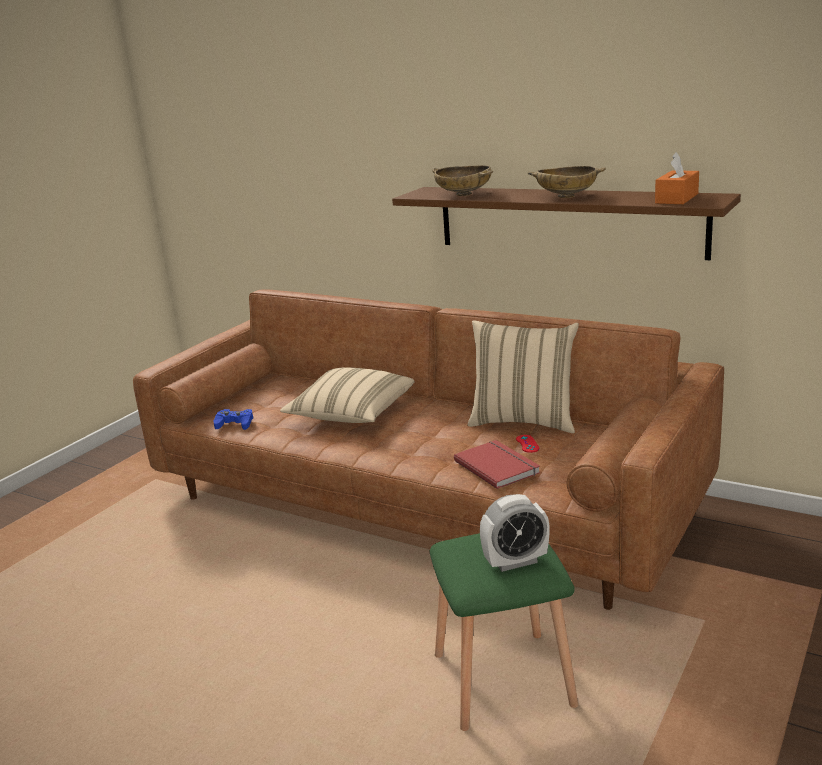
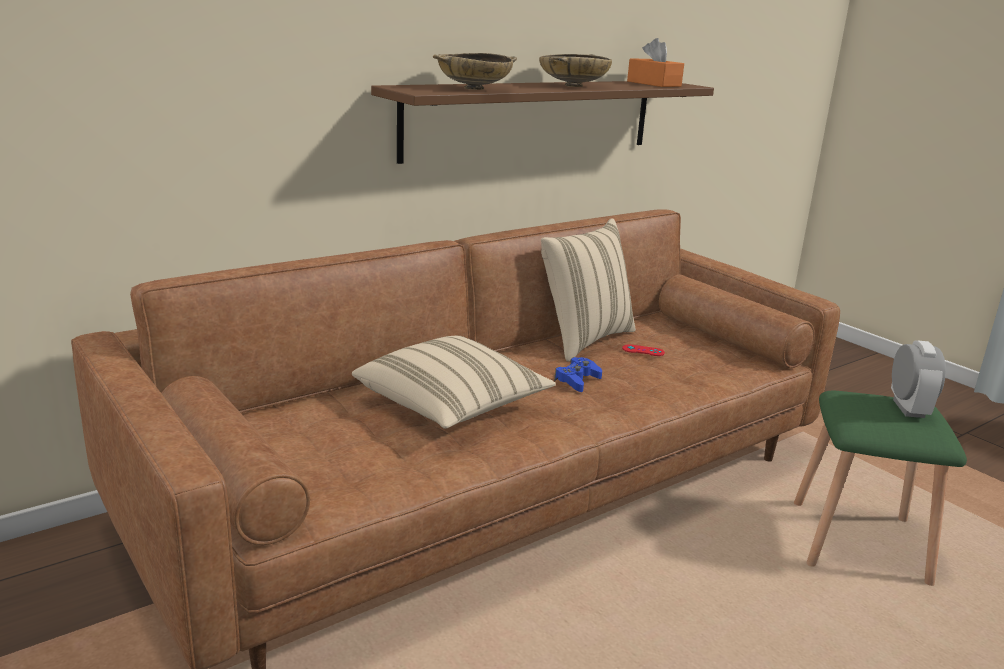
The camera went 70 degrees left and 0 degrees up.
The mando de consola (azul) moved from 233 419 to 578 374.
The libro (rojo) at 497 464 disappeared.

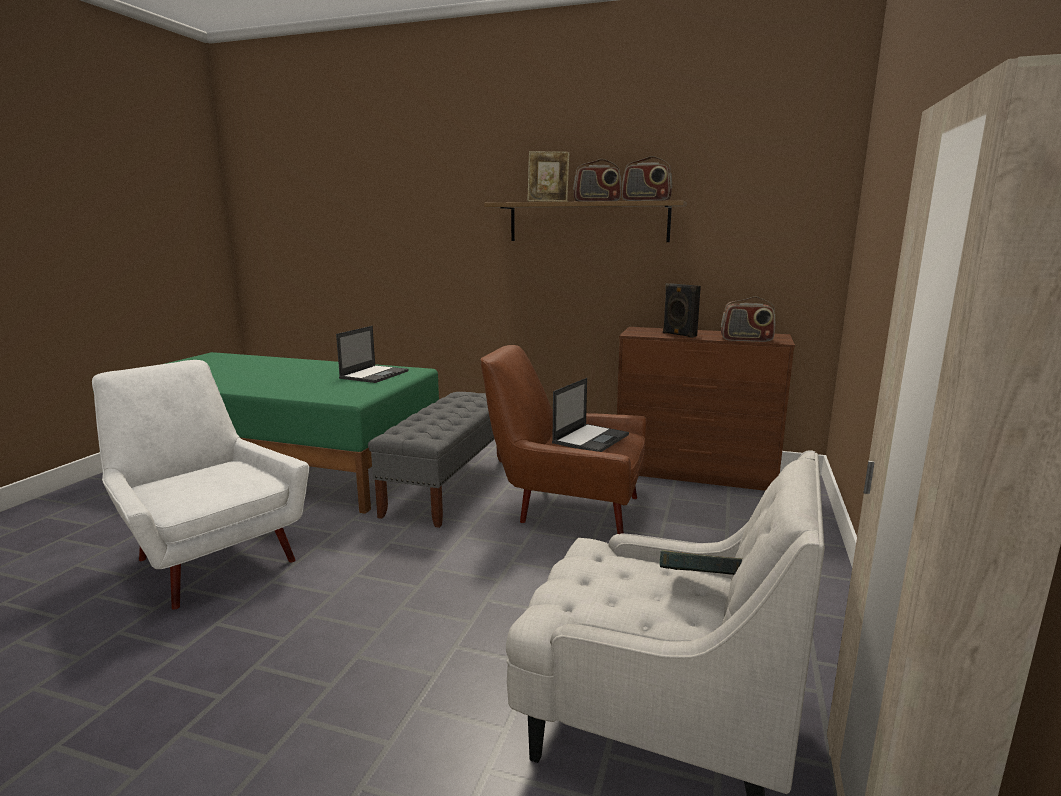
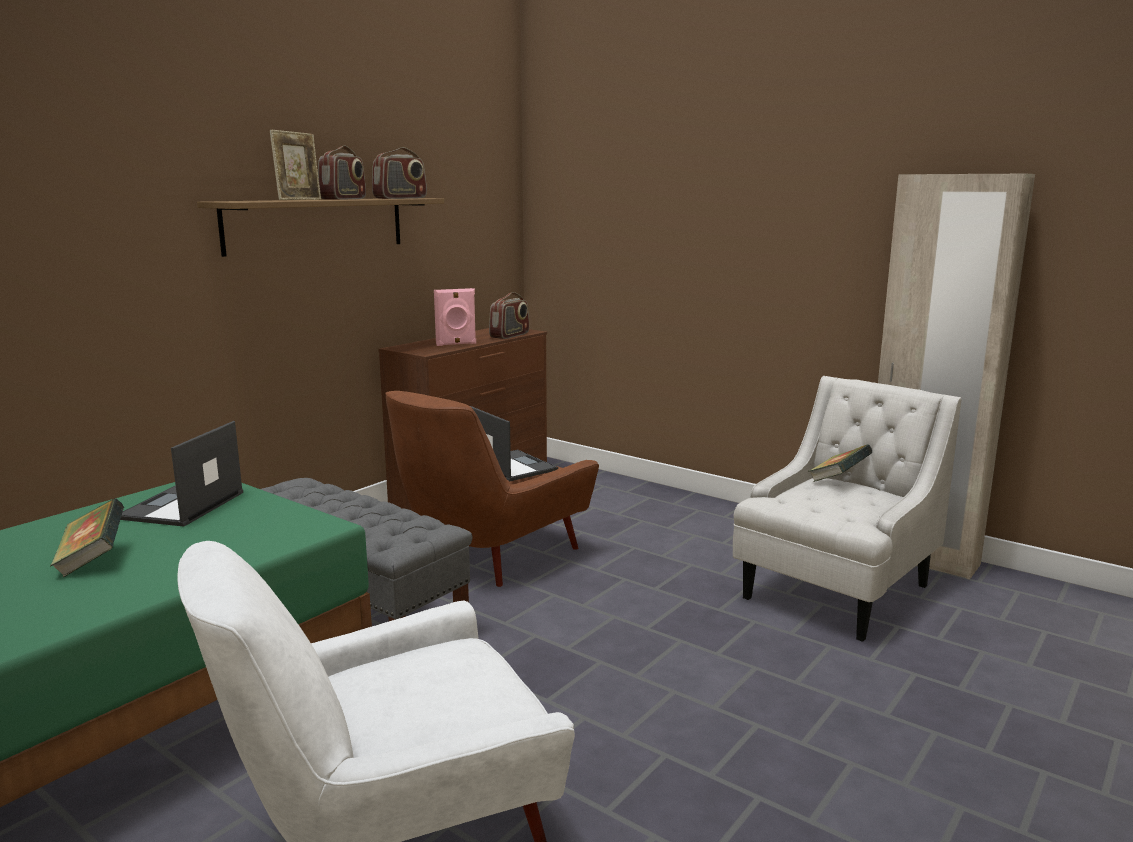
The camera went 70 degrees left and 0 degrees up.
The portátil at 372 354 turned 120 degrees counterclockwise.
The altavoz (negro) at 682 310 became the altavoz (rosa) at 455 317.
The libro at 87 538 appeared.

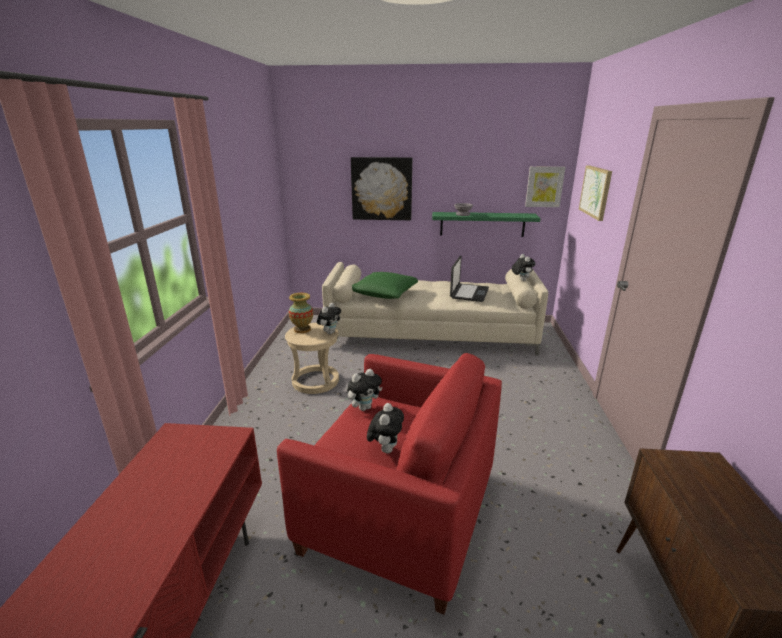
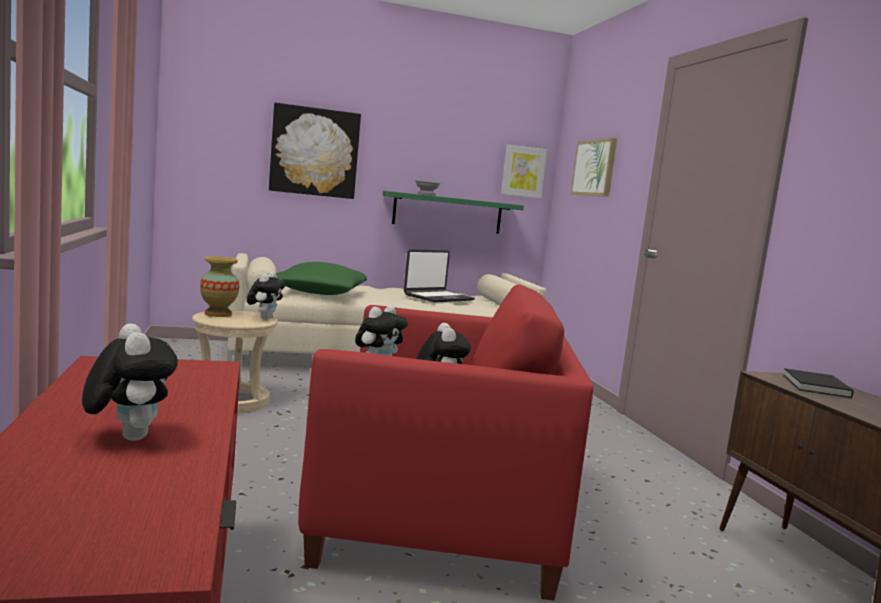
The camera went 20 degrees left and 15 degrees down.
The portátil at 469 279 turned 45 degrees clockwise.
The peluche moved from 523 267 to 130 382.
The libro (negro) at 818 383 appeared.

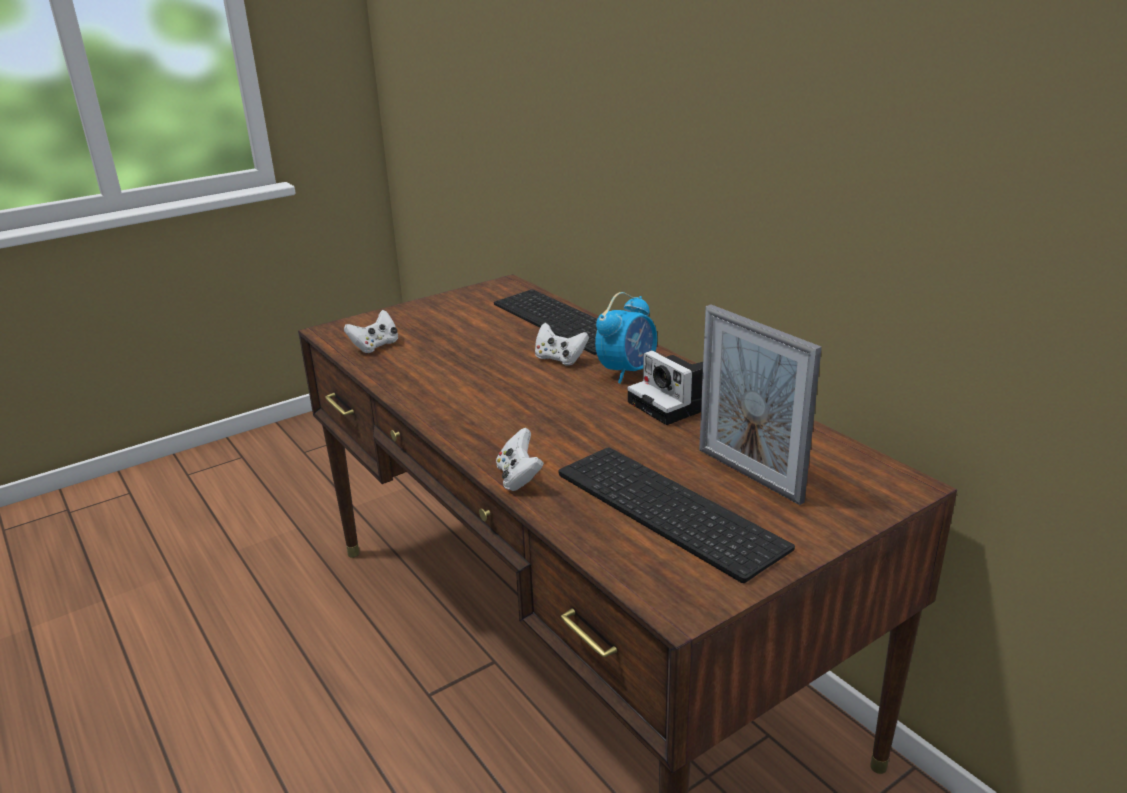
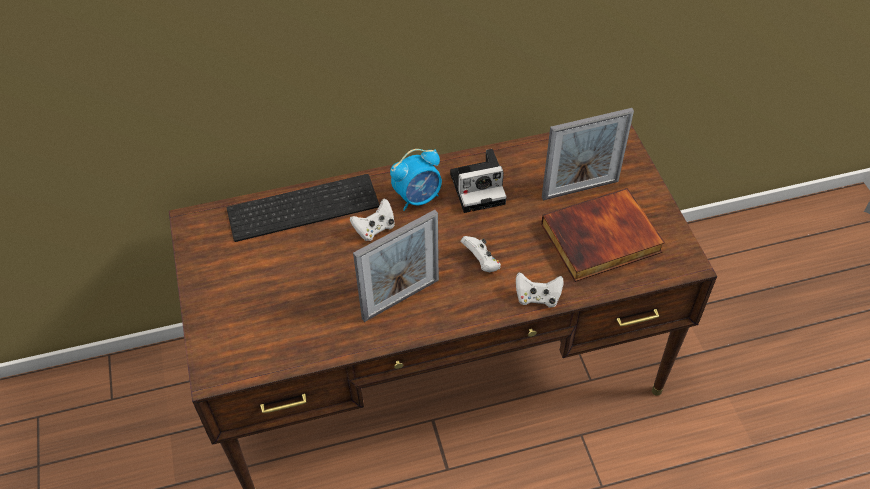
The camera went 70 degrees left and 25 degrees up.
The mando de consola (blanco) moved from 371 331 to 481 254.
The teclado at 676 515 was replaced by the libro at 603 235.
The despertador at 626 337 turned 90 degrees clockwise.
The portarretratos at 396 266 appeared.

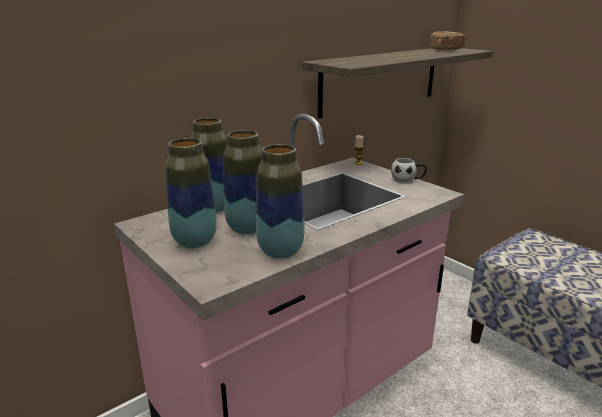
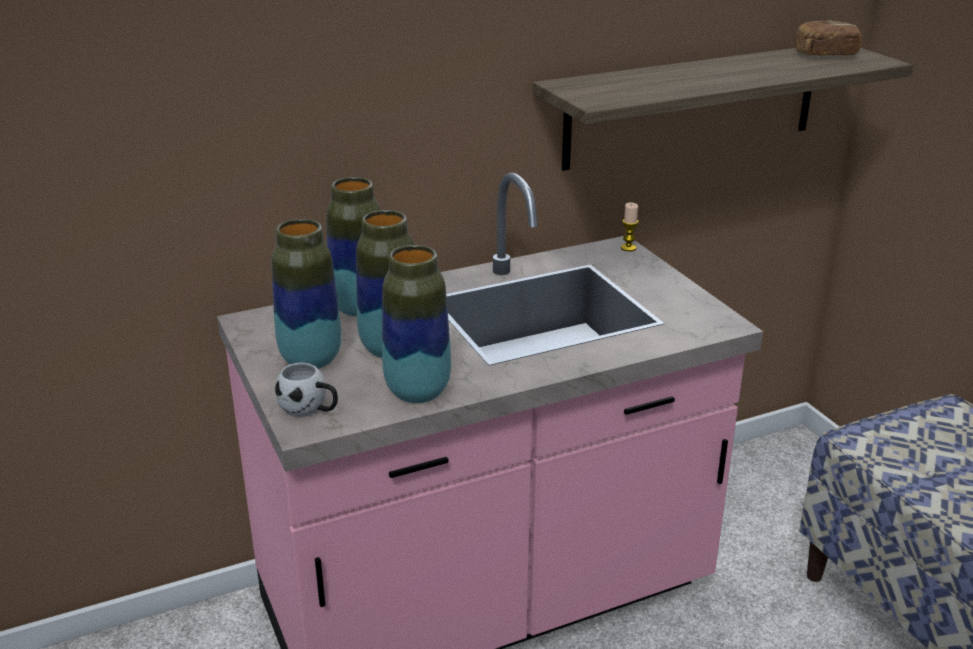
The camera went 15 degrees right and 5 degrees up.
The taza grande (blanco) moved from 409 170 to 306 390.

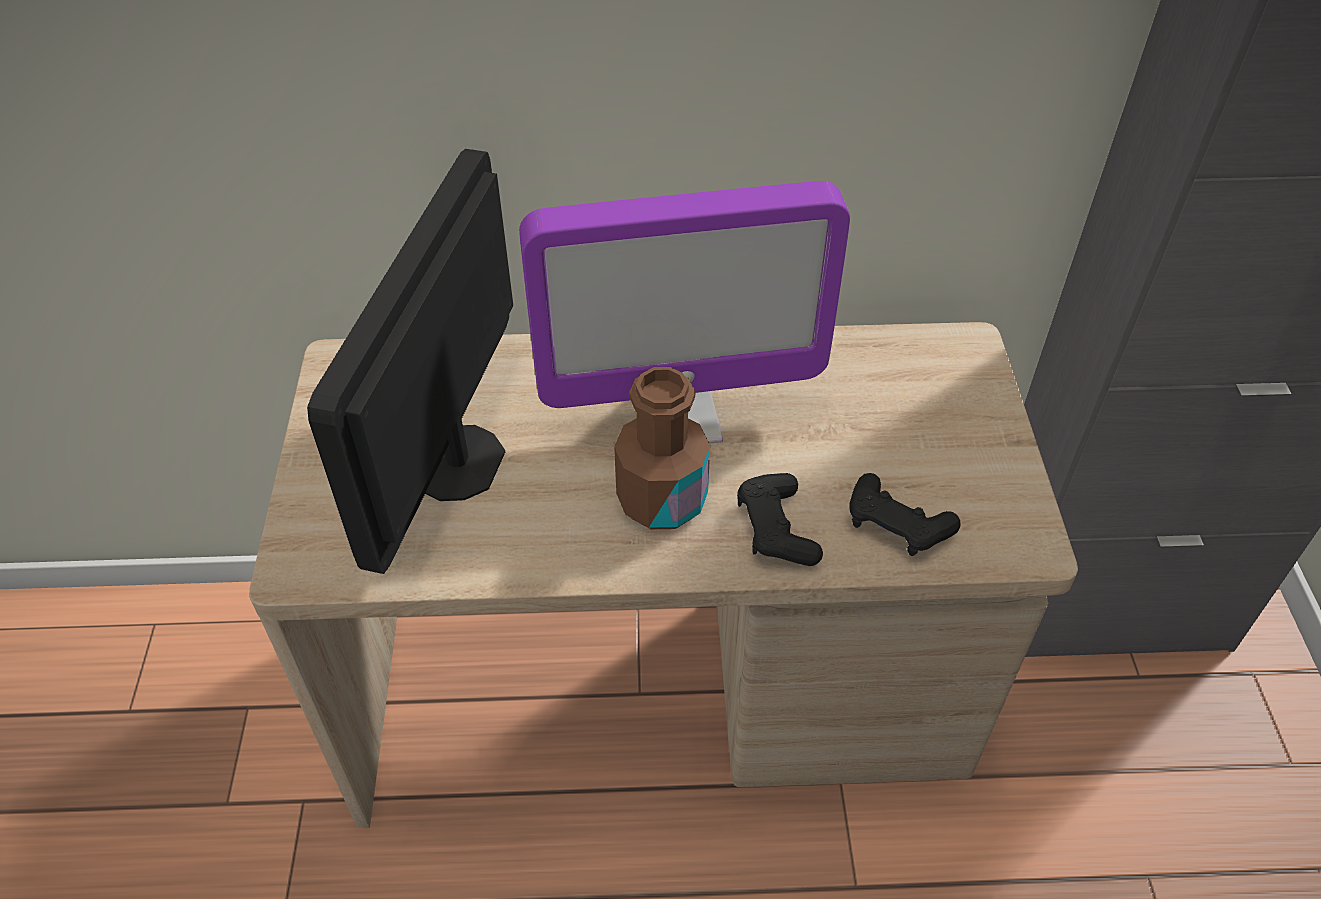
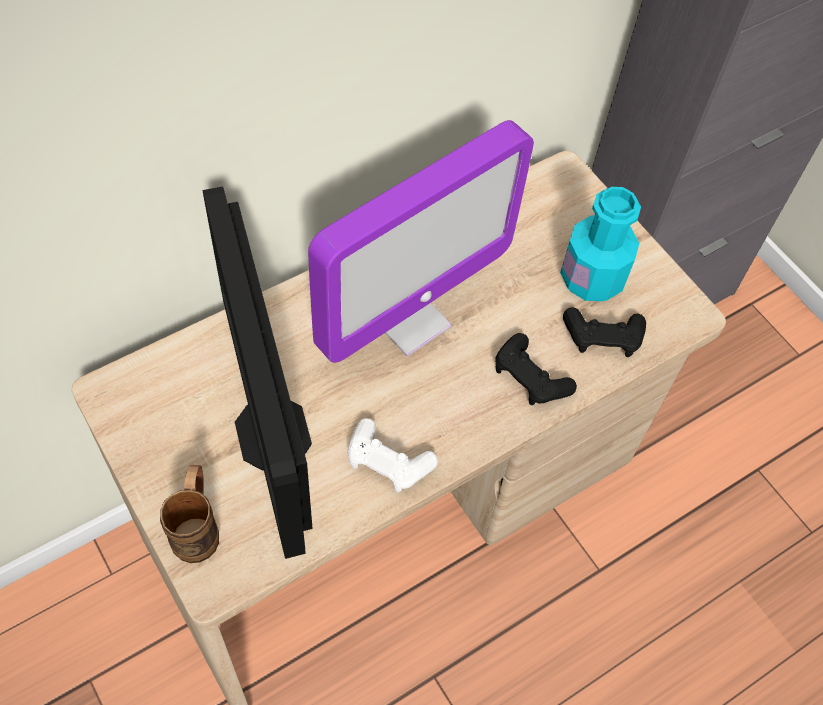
The camera went 35 degrees left and 10 degrees up.
The botella (marrón) at 662 448 disappeared.
The taza grande (marrón) at 189 514 appeared.
The mando de consola (blanco) at 393 455 appeared.
The botella (turquesa) at 600 244 appeared.

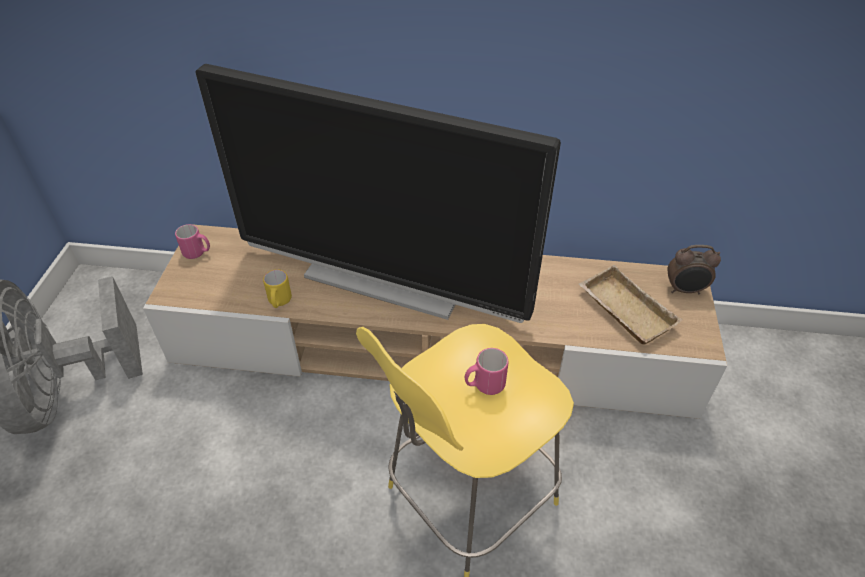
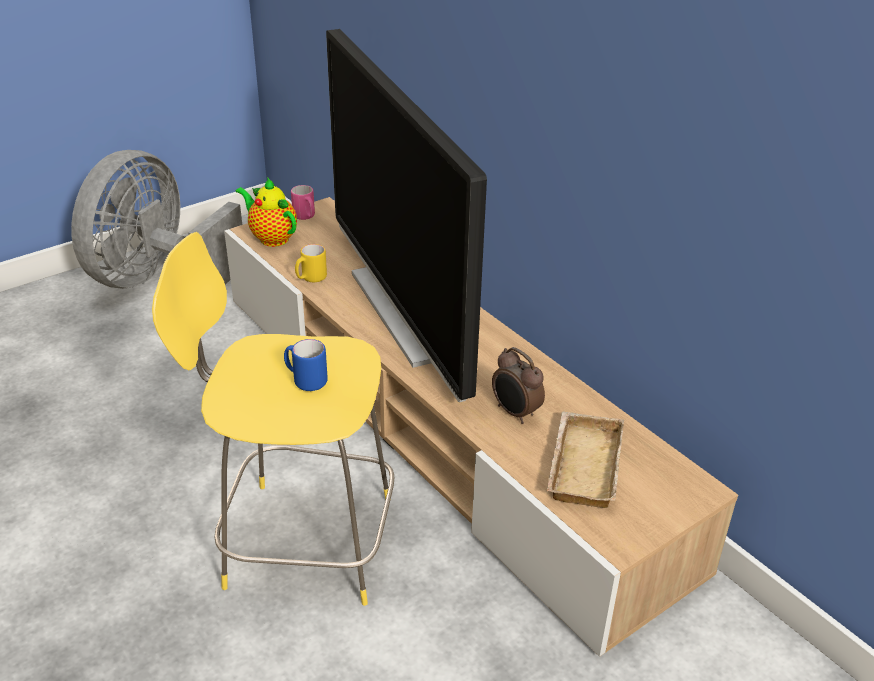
The camera went 45 degrees right and 10 degrees down.
The taza grande (rosa) at 486 371 became the taza grande (azul) at 306 365.
The despertador moved from 694 269 to 518 385.
The tetera at 266 212 appeared.

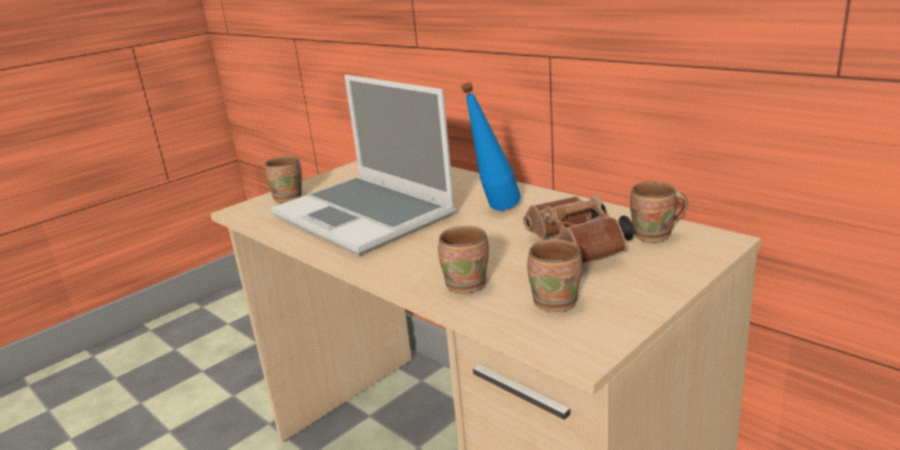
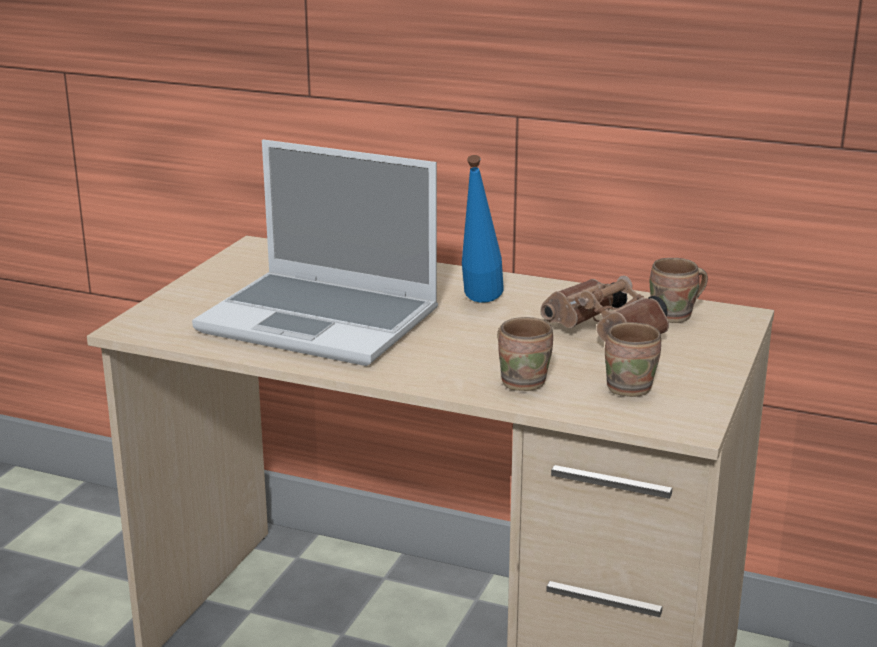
The camera went 25 degrees left and 0 degrees up.
The taza grande (marrón) at 283 179 disappeared.

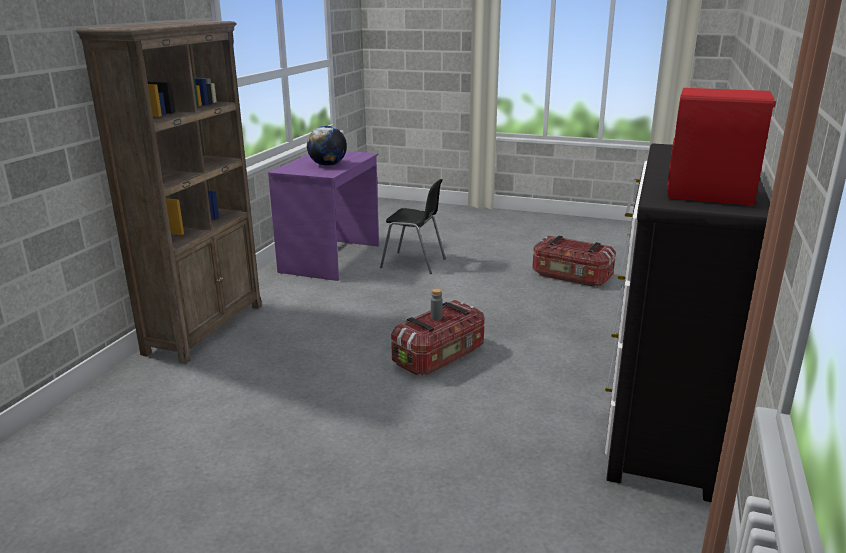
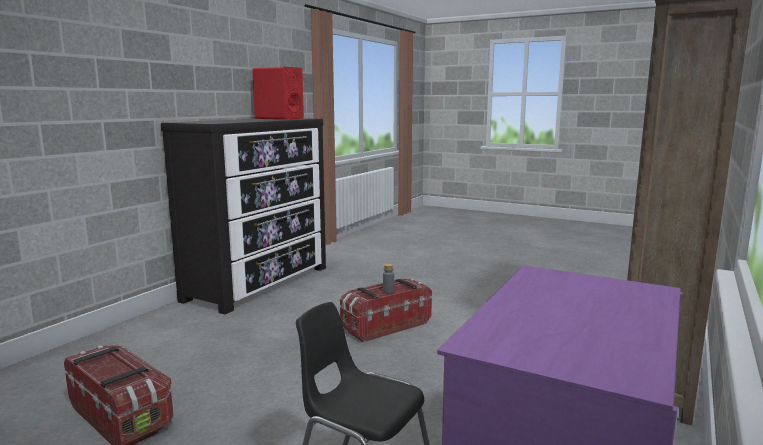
The camera went 170 degrees left and 10 degrees down.
The globo terráqueo at 327 146 disappeared.

